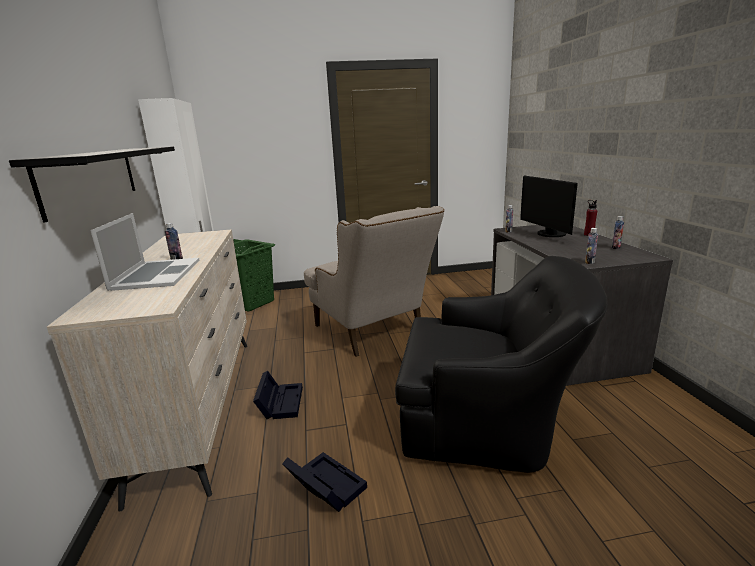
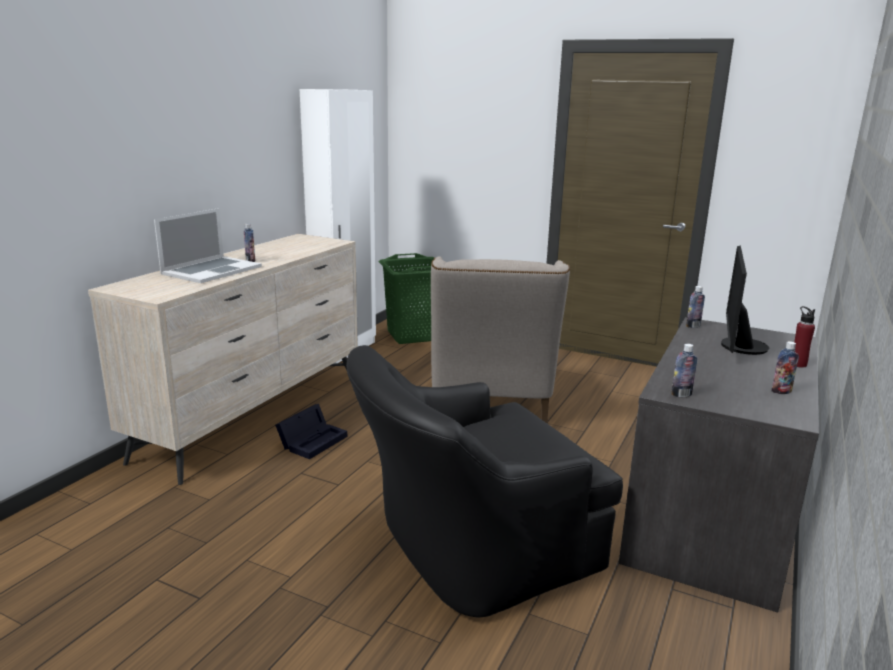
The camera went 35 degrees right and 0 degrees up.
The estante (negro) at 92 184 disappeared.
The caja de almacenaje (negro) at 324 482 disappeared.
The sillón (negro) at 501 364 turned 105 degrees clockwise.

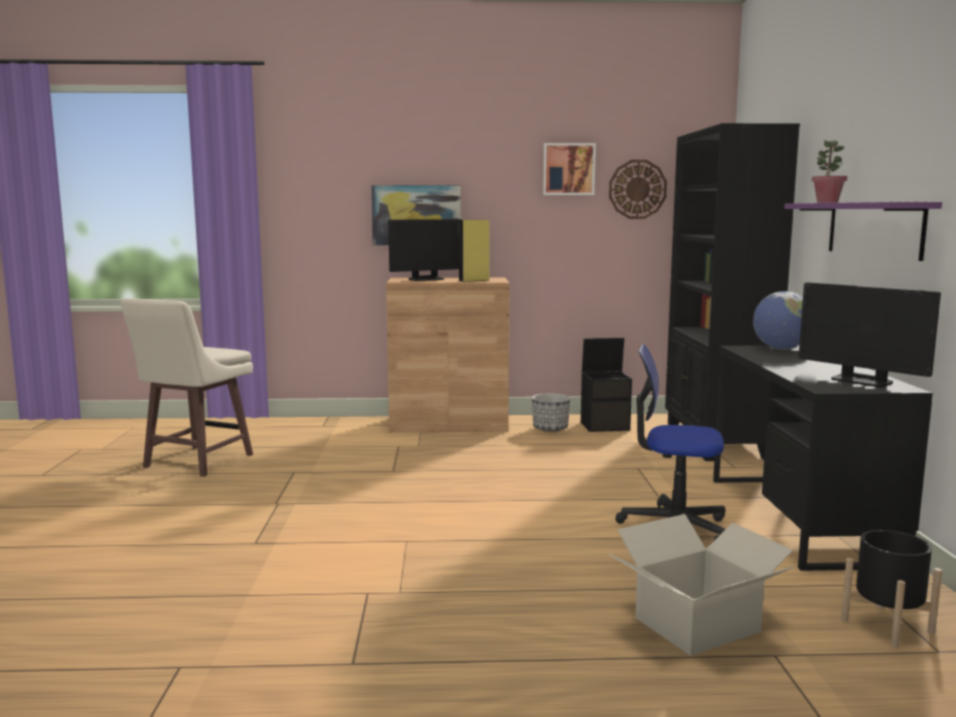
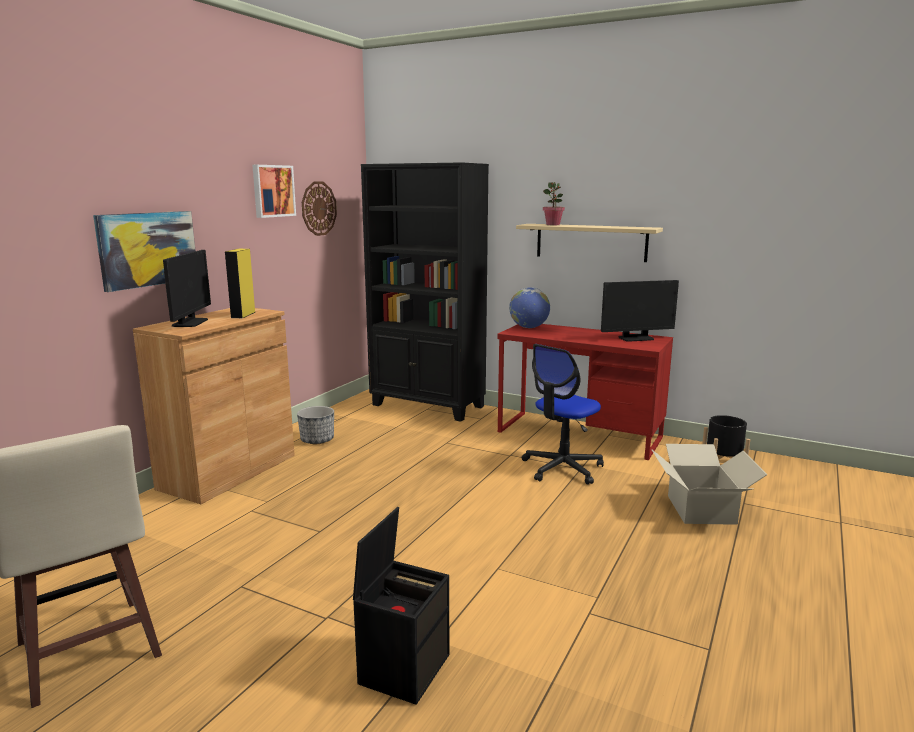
The camera went 60 degrees left and 5 degrees up.
The caja de almacenaje (negro) moved from 606 385 to 401 606.
The escritorio (negro) at 823 458 became the escritorio (rojo) at 585 392.
The estante (morado) at 863 231 became the estante (beis) at 589 243.

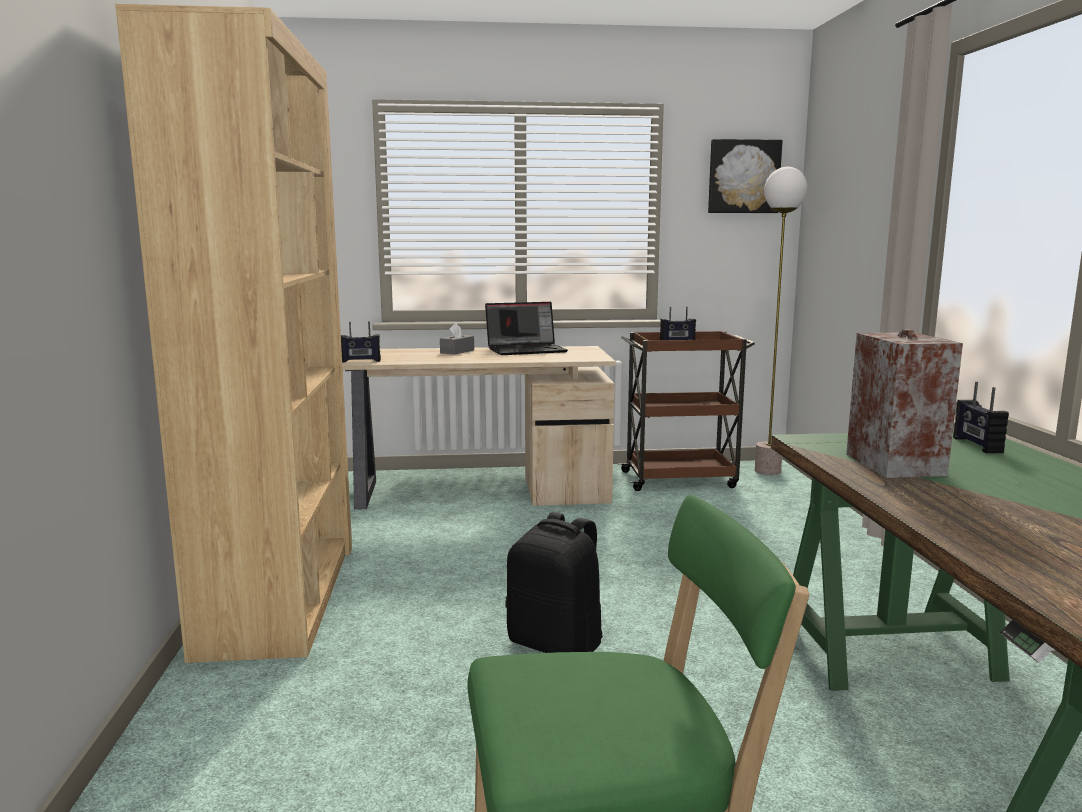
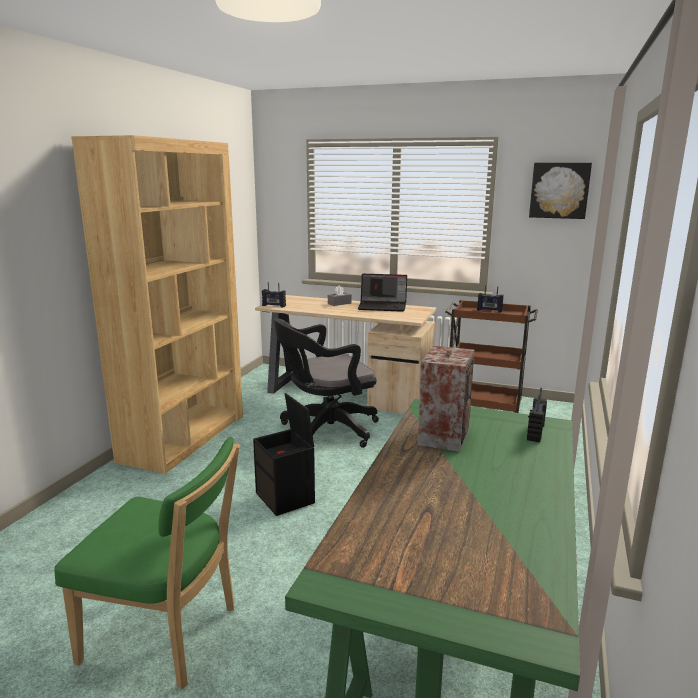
The camera went 25 degrees right and 5 degrees up.
The mochila (negro) at 554 582 was replaced by the caja de almacenaje (negro) at 284 454.
The lámpara de pie at 781 321 disappeared.
The silla de oficina (negro) at 326 383 appeared.

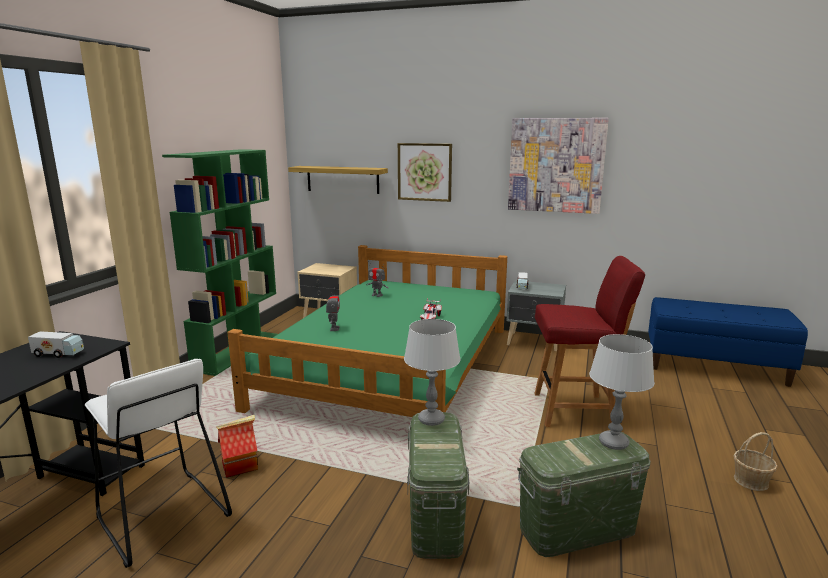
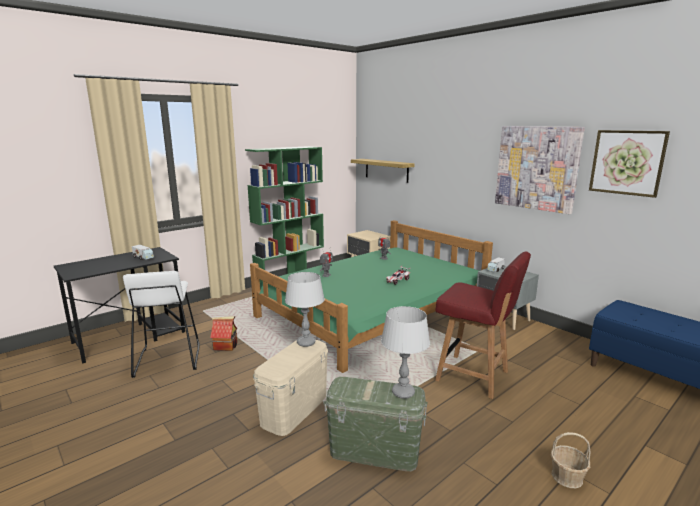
The camera went 30 degrees right and 0 degrees up.
The cuadro moved from 425 172 to 629 164.
The caja de almacenaje (verde) at 438 485 became the caja de almacenaje (beis) at 290 388.

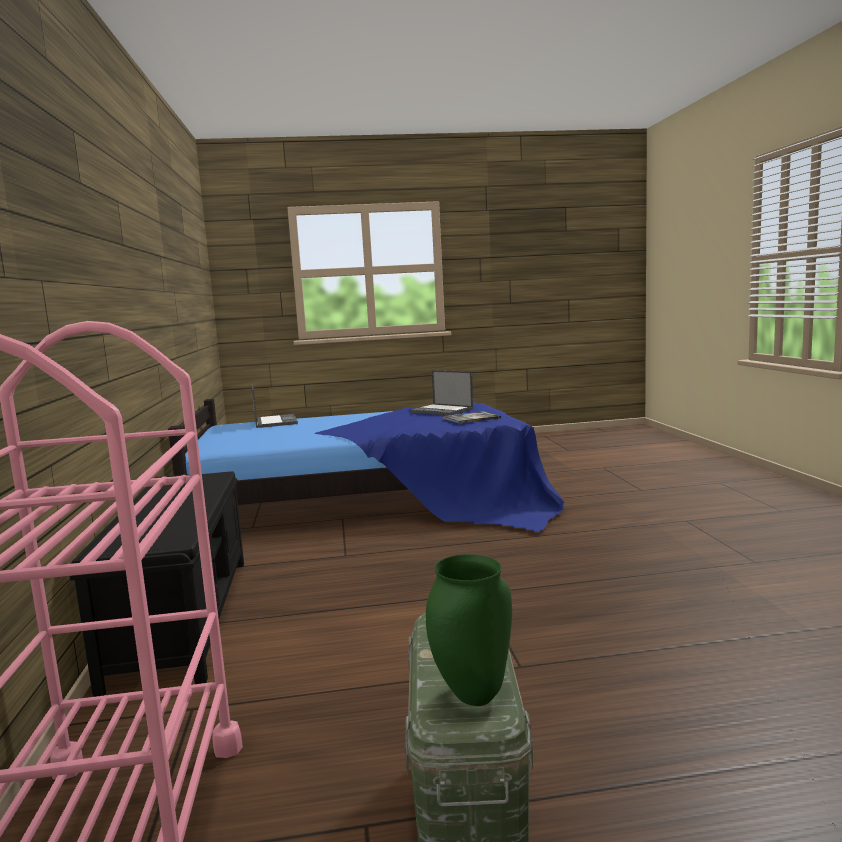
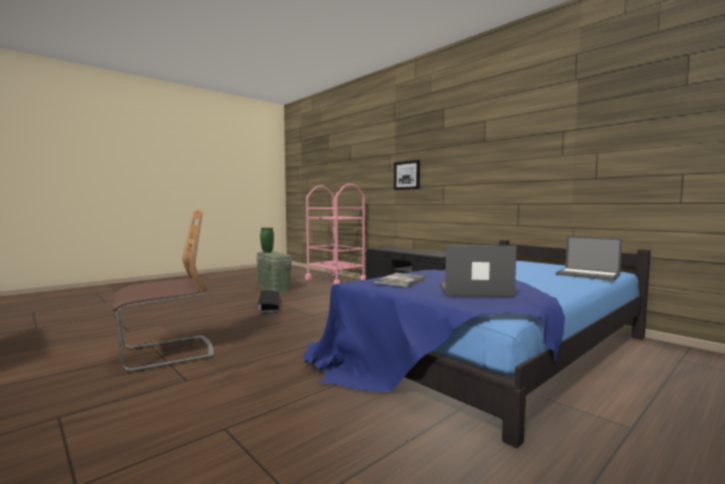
The camera went 145 degrees right and 5 degrees down.
The silla at 162 291 appeared.
The caja de almacenaje (negro) at 268 302 appeared.
The cuadro at 407 175 appeared.

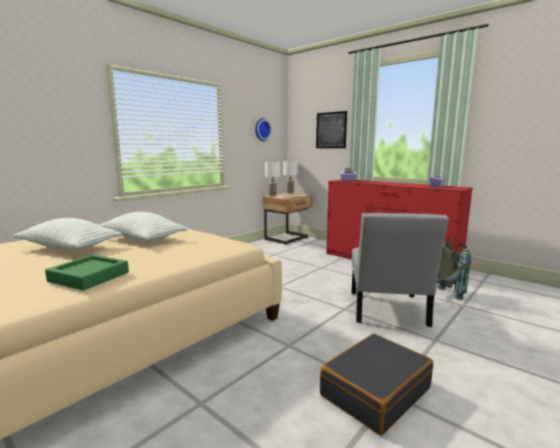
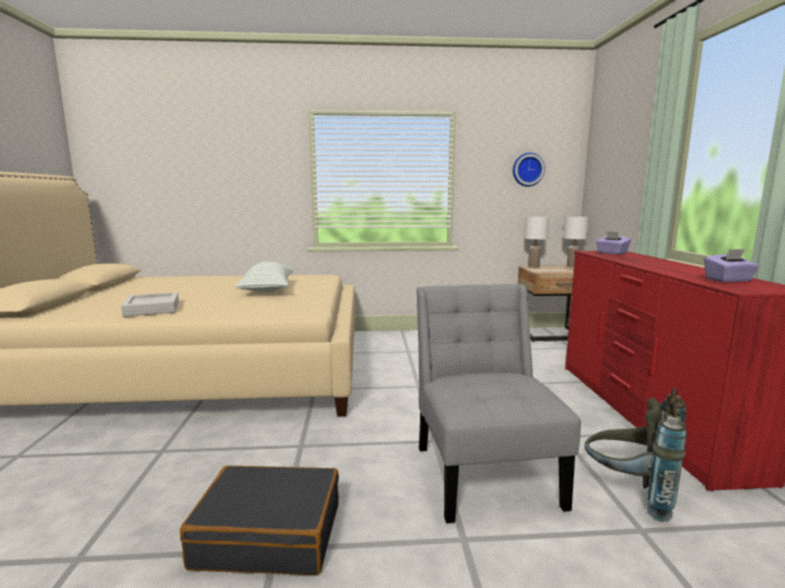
The camera went 45 degrees right and 0 degrees up.
The cojín at 67 234 disappeared.
The bandeja (verde) at 87 272 became the bandeja (gris) at 150 304.
The cuadro at 331 129 disappeared.
The silla (gris) at 400 270 turned 120 degrees clockwise.

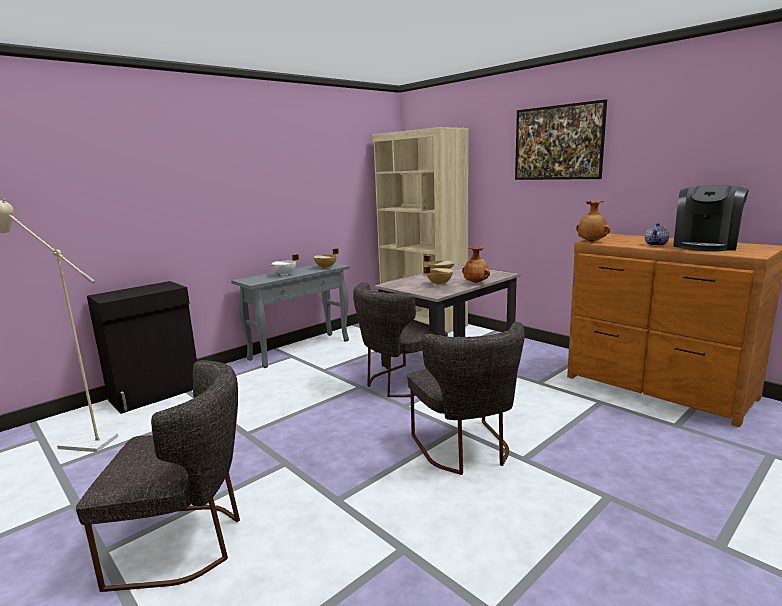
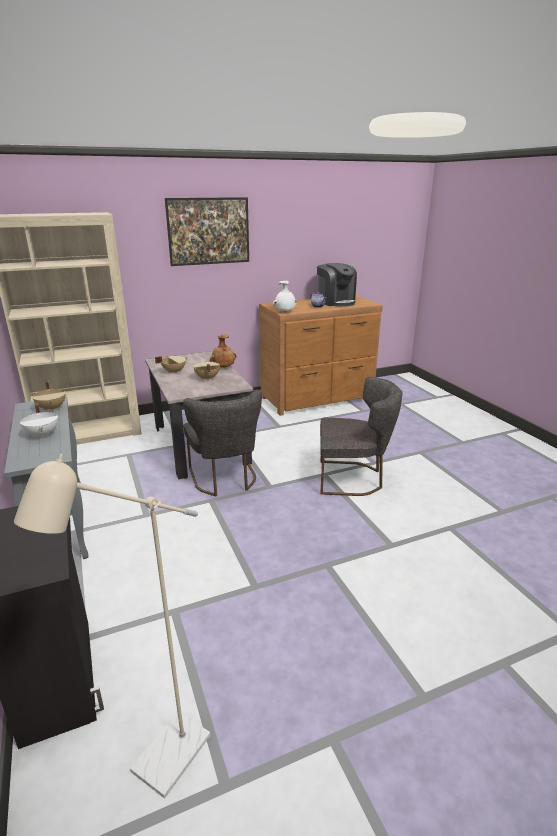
The camera went 70 degrees left and 10 degrees up.
The silla (gris) at 158 476 disappeared.
The florero (marrón) at 593 221 became the florero (blanco) at 285 296.

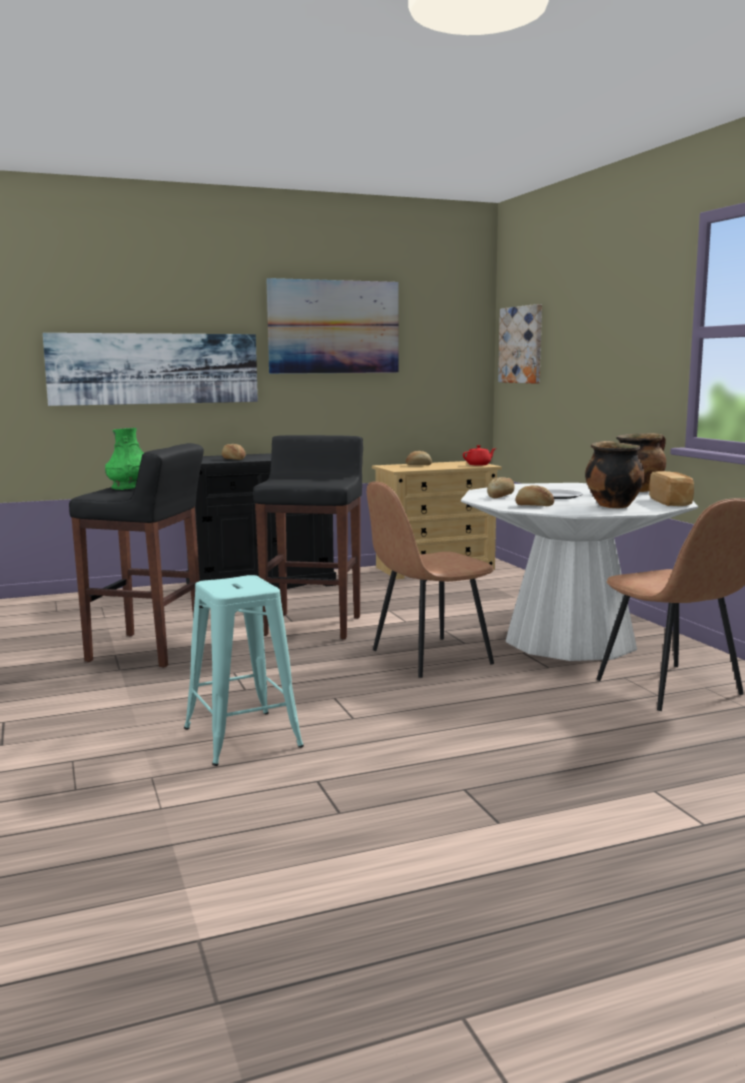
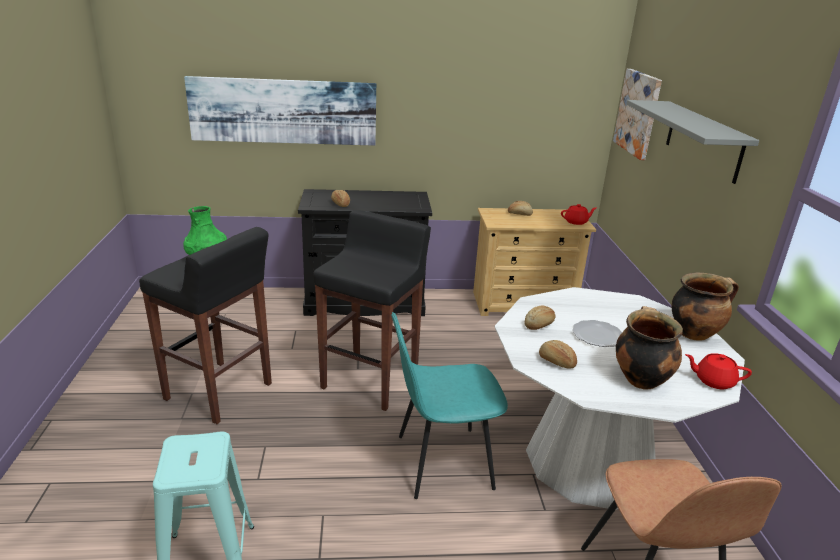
The camera went 15 degrees right and 15 degrees up.
The cuadro at 332 326 disappeared.
The silla (marrón) at 430 579 became the silla (turquesa) at 449 405.
The pan at 671 488 was replaced by the tetera (rojo) at 718 371.
The estante (gris) at 692 142 appeared.

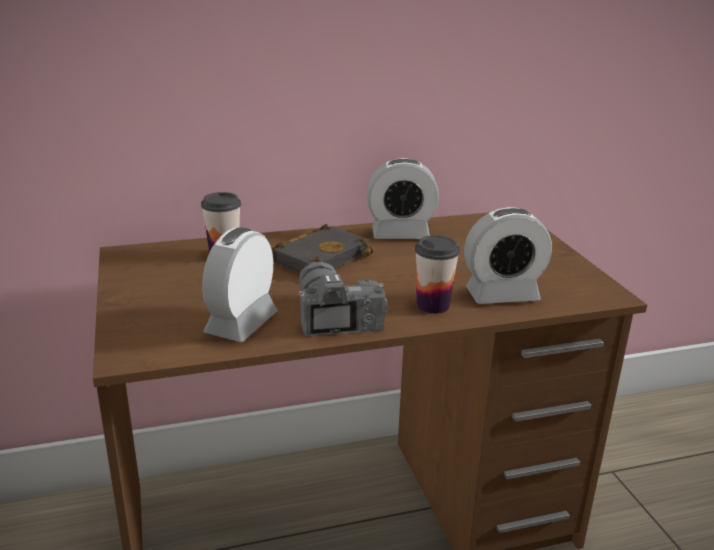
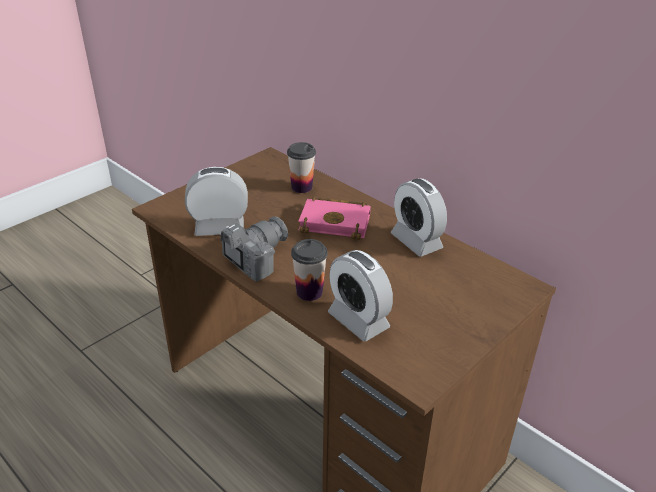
The camera went 60 degrees right and 10 degrees up.
The libro (negro) at 323 248 became the libro (rosa) at 334 218.

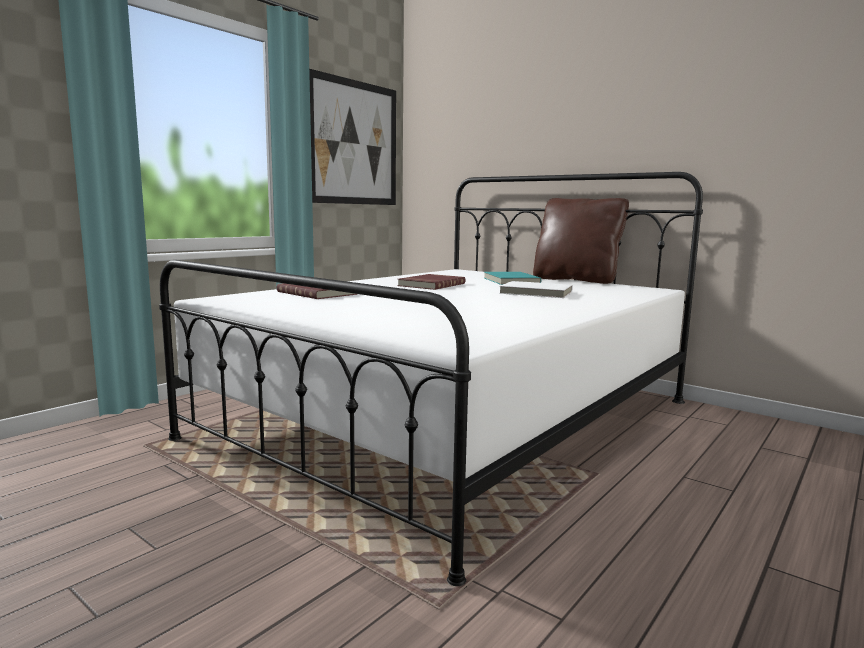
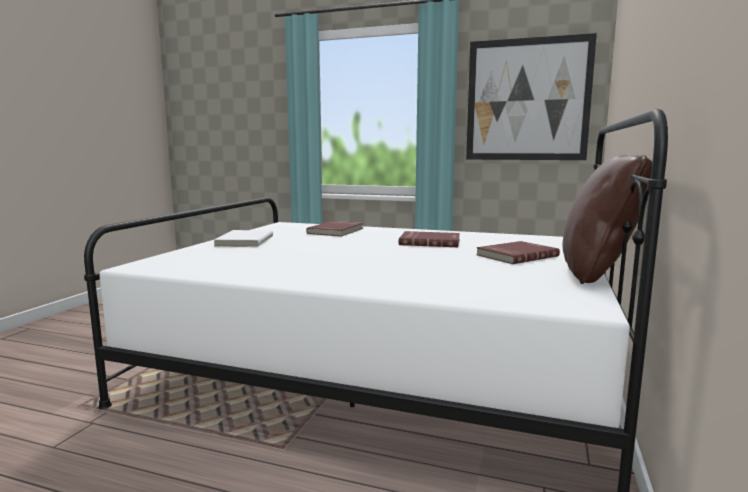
The camera went 70 degrees right and 0 degrees up.
The libro (turquesa) at 512 278 became the libro (rojo) at 518 252.
The libro (blanco) moved from 536 289 to 243 238.

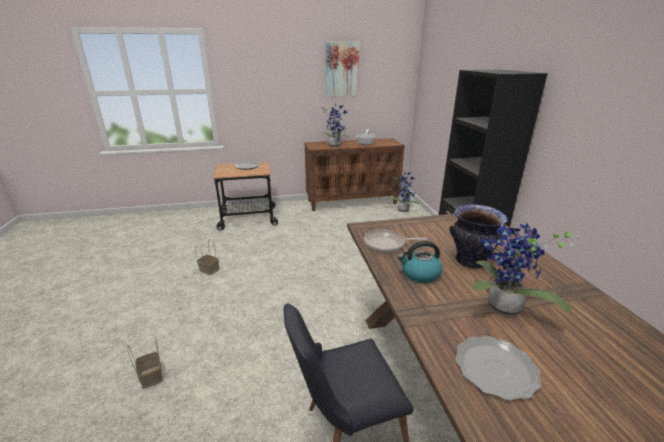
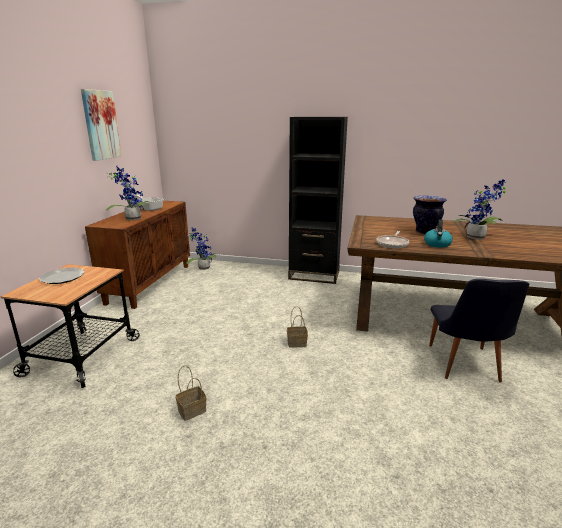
The camera went 65 degrees left and 5 degrees down.
The cesta moved from 145 362 to 297 327.
The plato at 498 368 disappeared.

